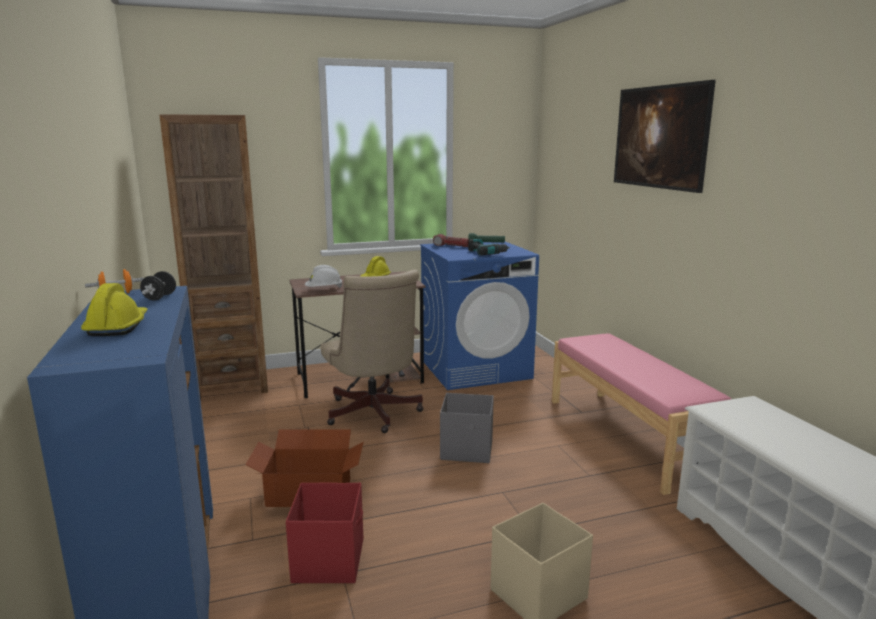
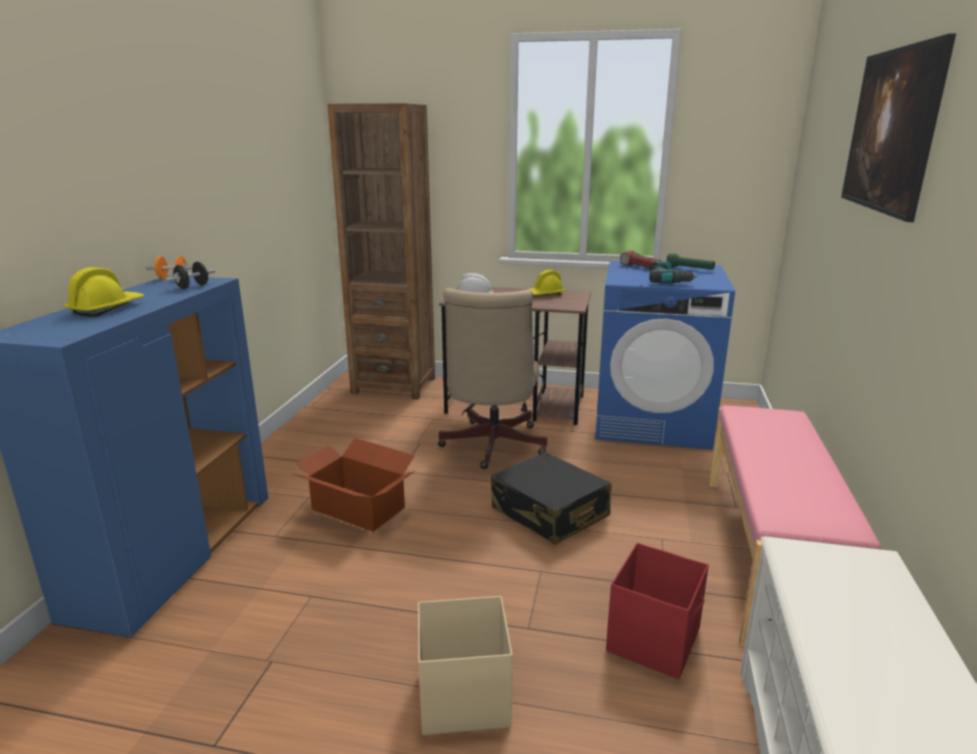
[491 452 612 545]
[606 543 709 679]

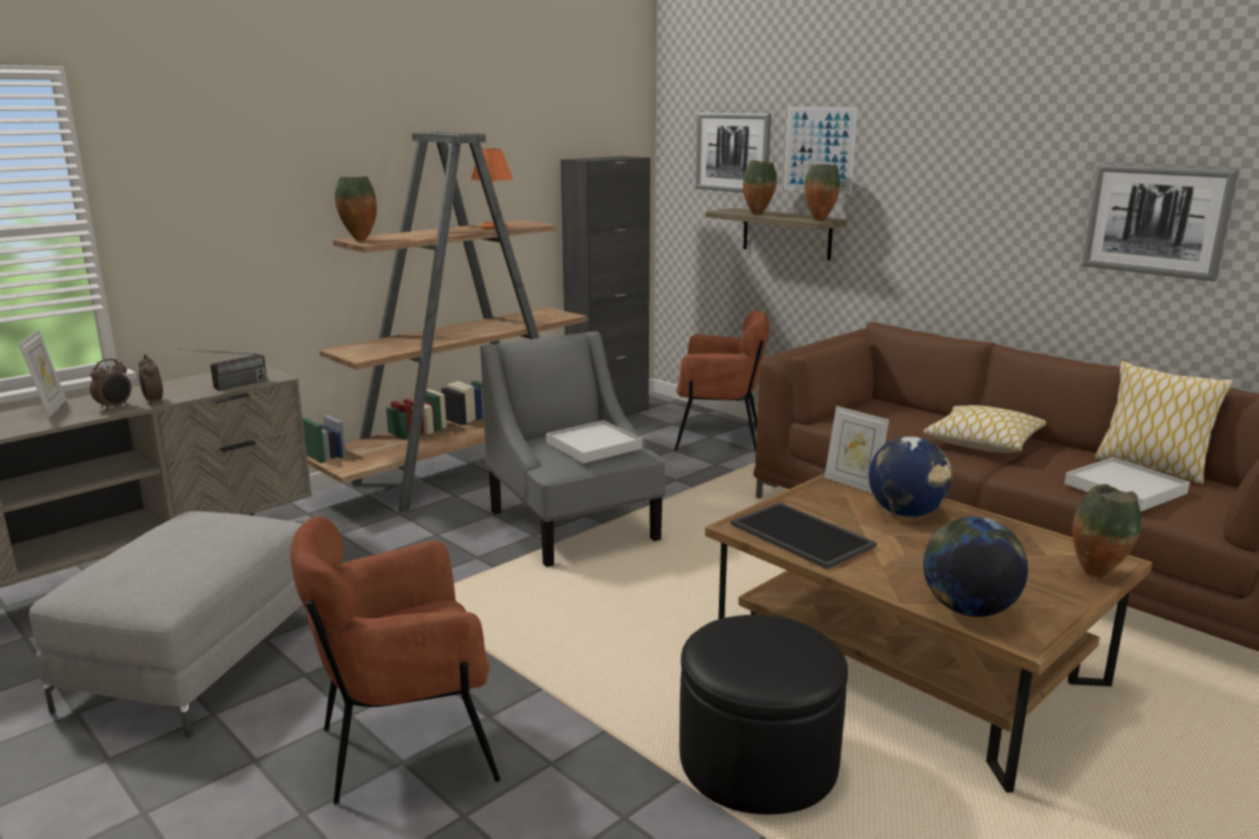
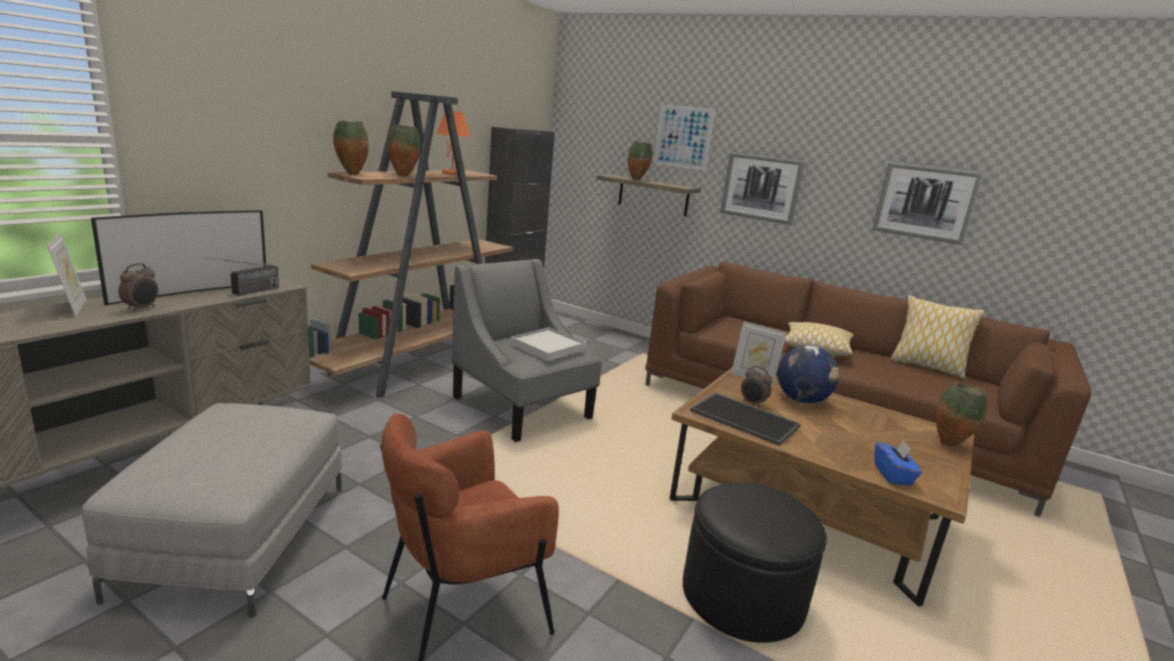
[720 152 805 225]
[387 124 421 176]
[674 310 769 451] (first image)
[741 366 773 407]
[1064 457 1190 511] (first image)
[874 440 922 486]
[91 210 266 305]

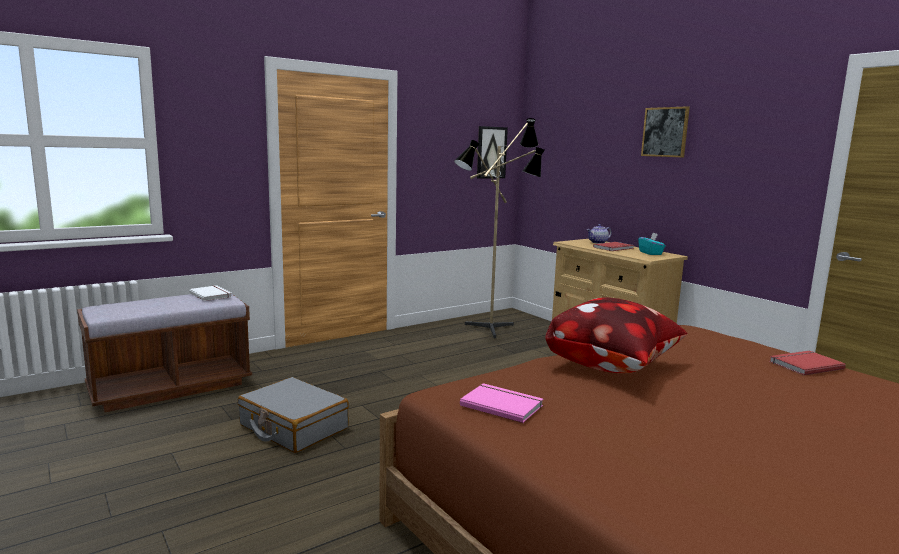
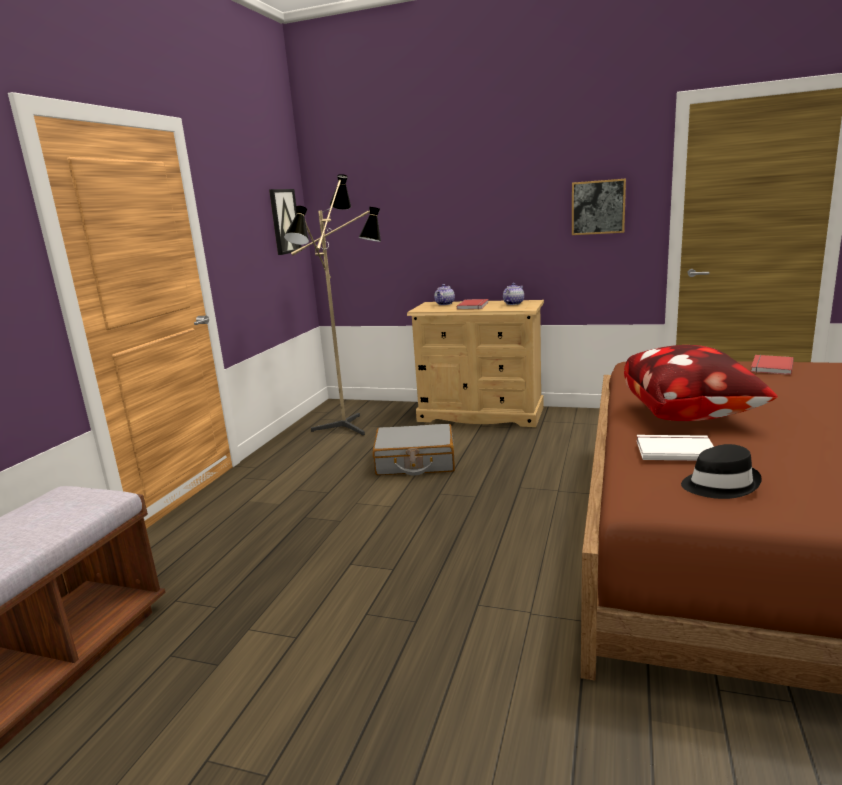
[572 179 626 235]
[503 283 524 305]
[637 435 714 461]
[373 424 455 476]
[681 444 762 499]

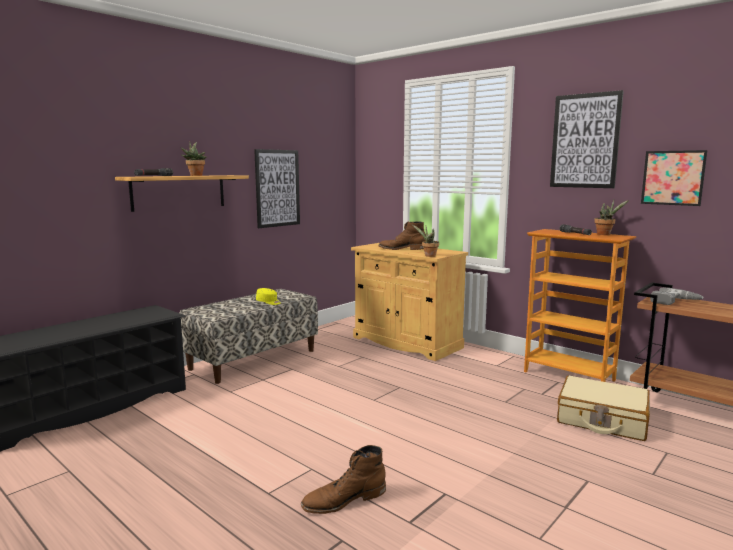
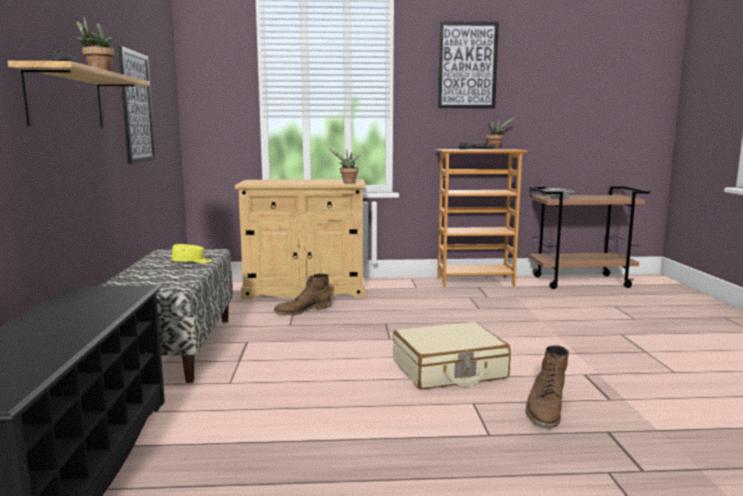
[641 150 707 206] (first image)
[274 274 332 315]
[393 322 511 389]

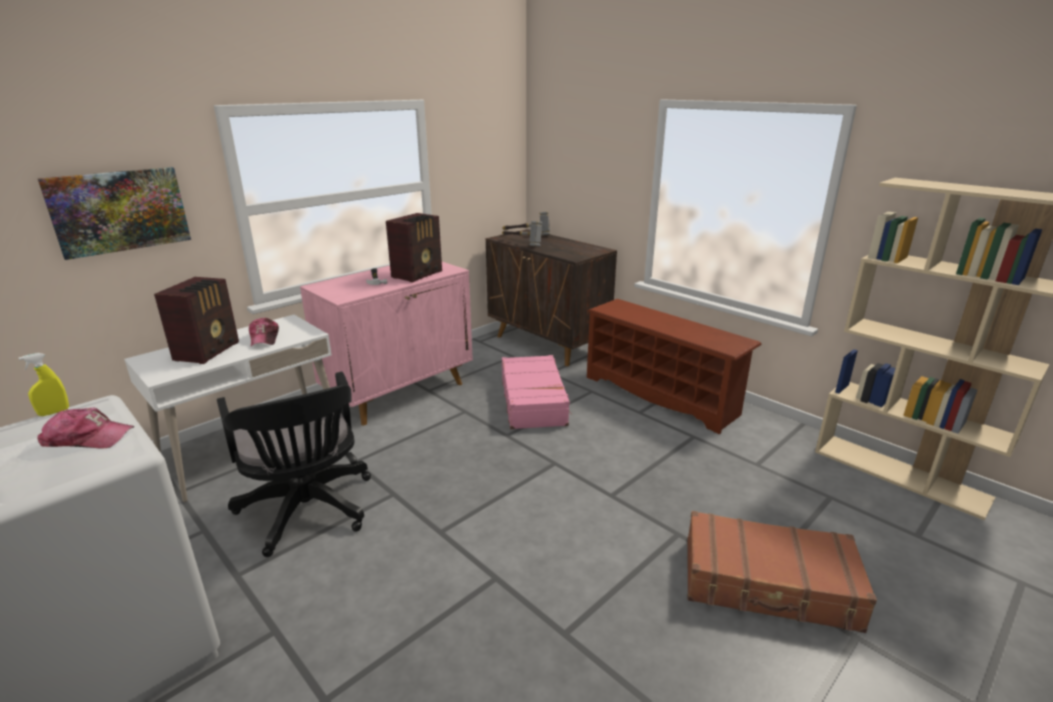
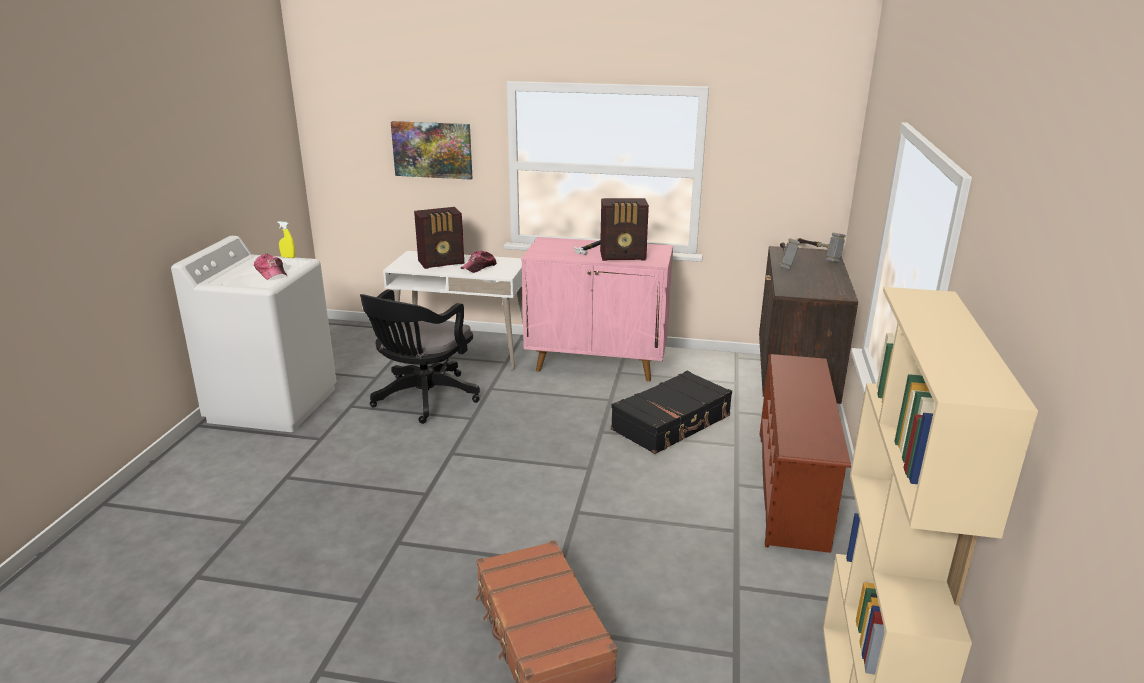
[611 371 732 454]

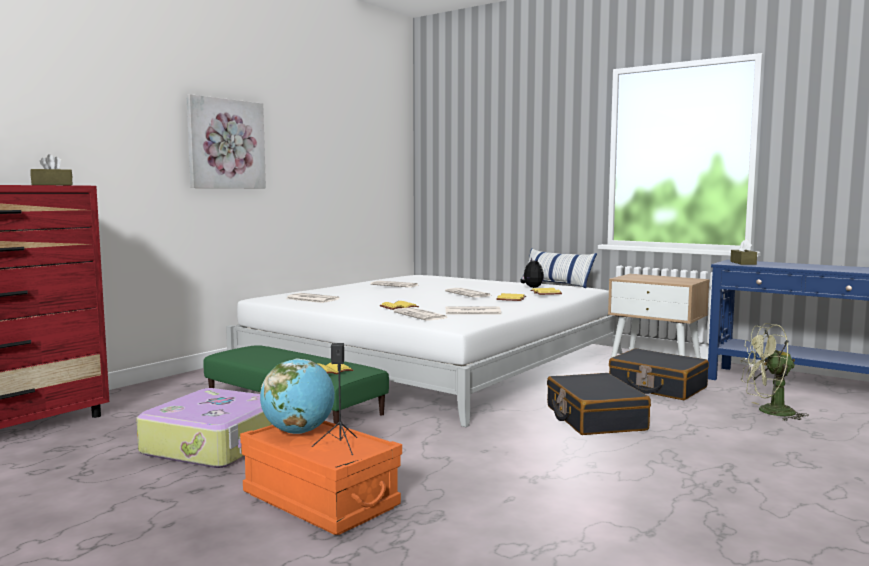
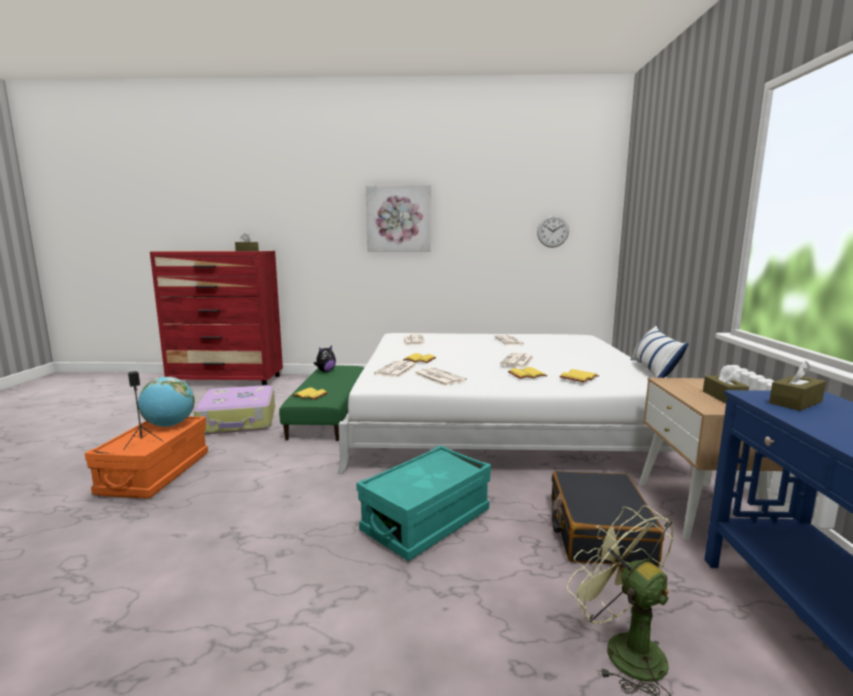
[314 345 336 372]
[357 445 491 561]
[537 215 569 248]
[703 365 749 404]

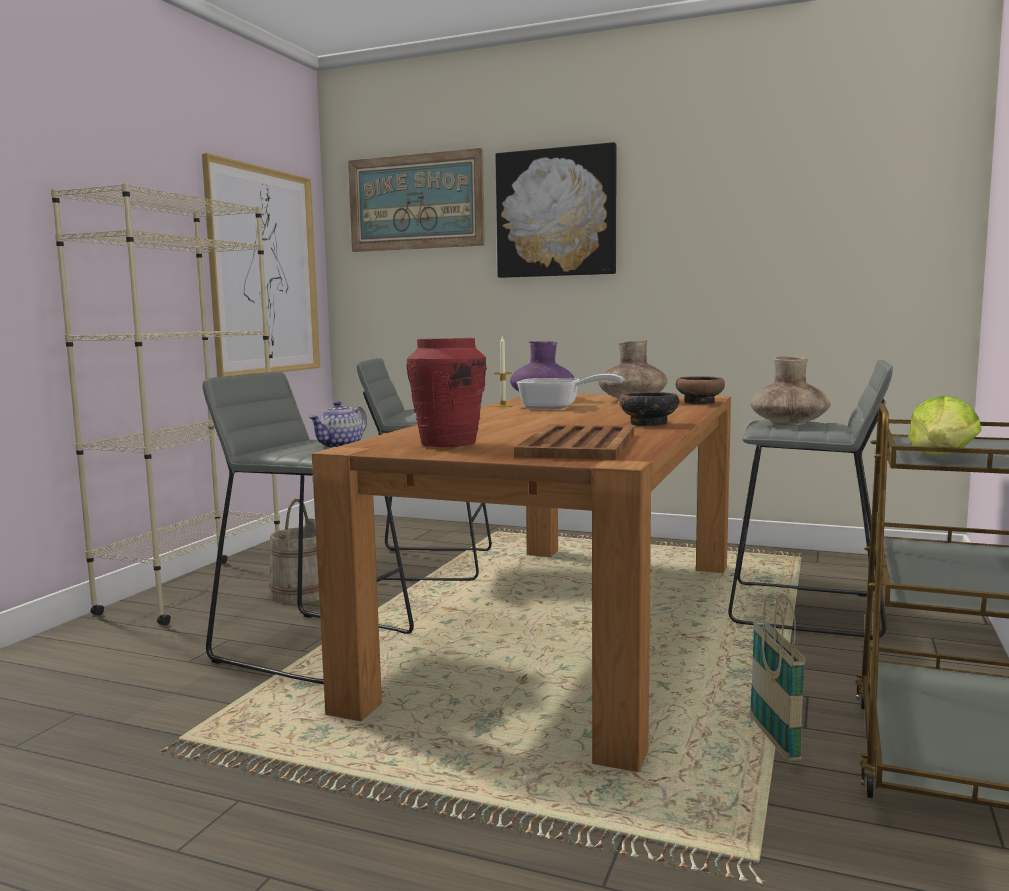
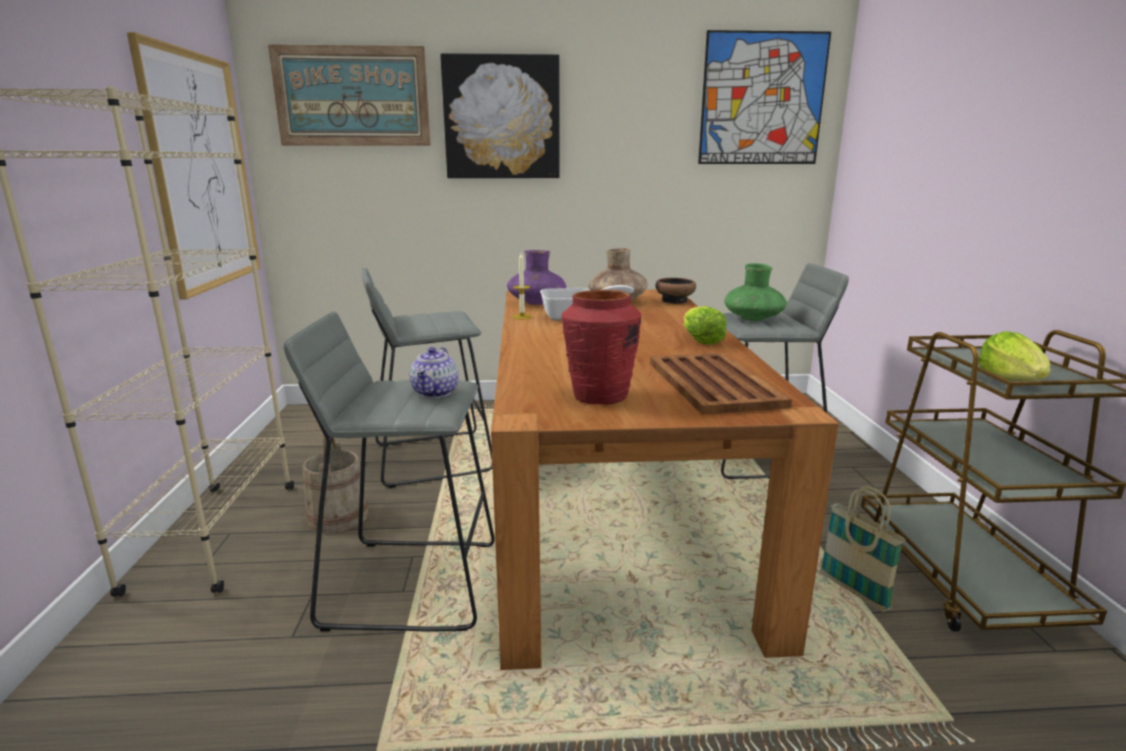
[724 263 787 321]
[684 306 726 345]
[698 30 831 164]

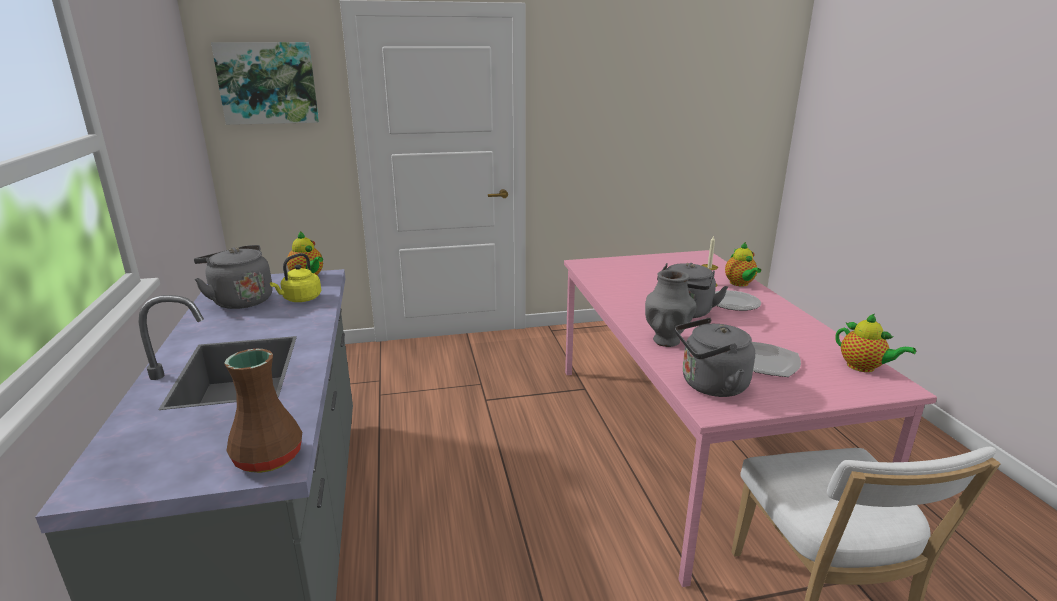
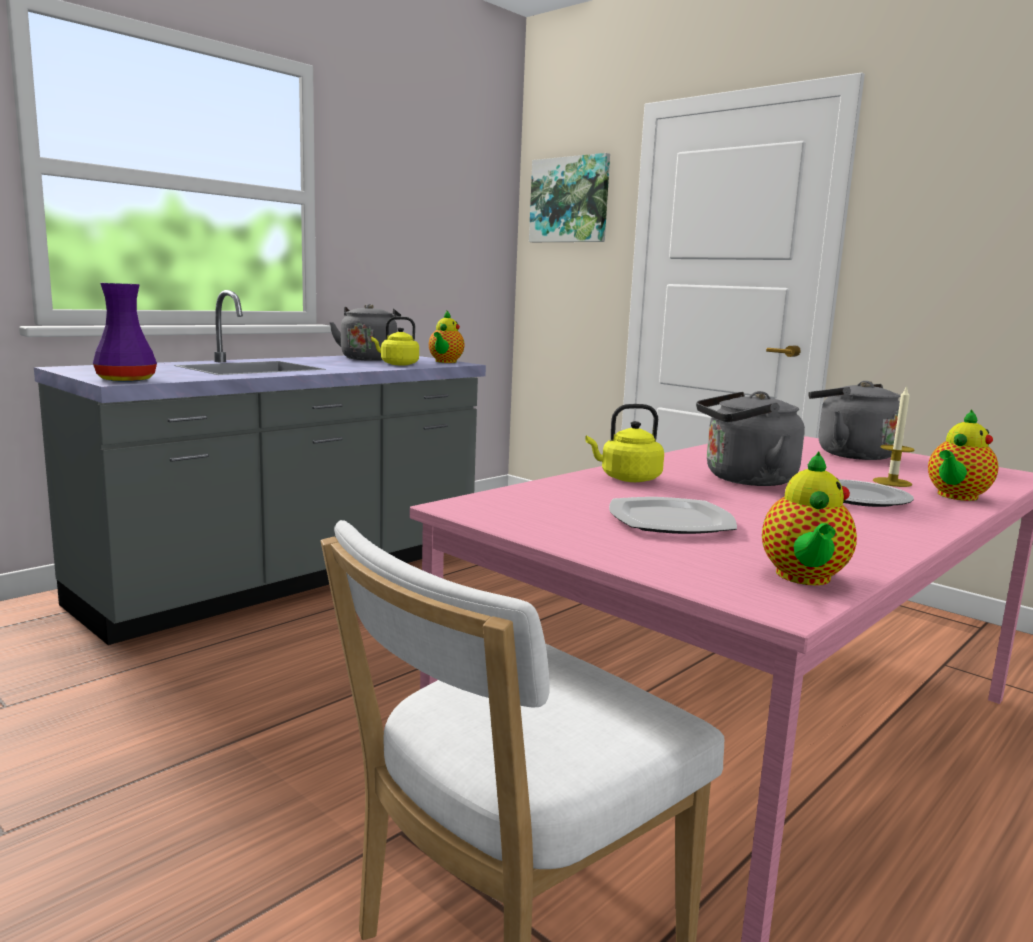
[585 404 664 482]
[808 381 900 460]
[93 283 157 382]

